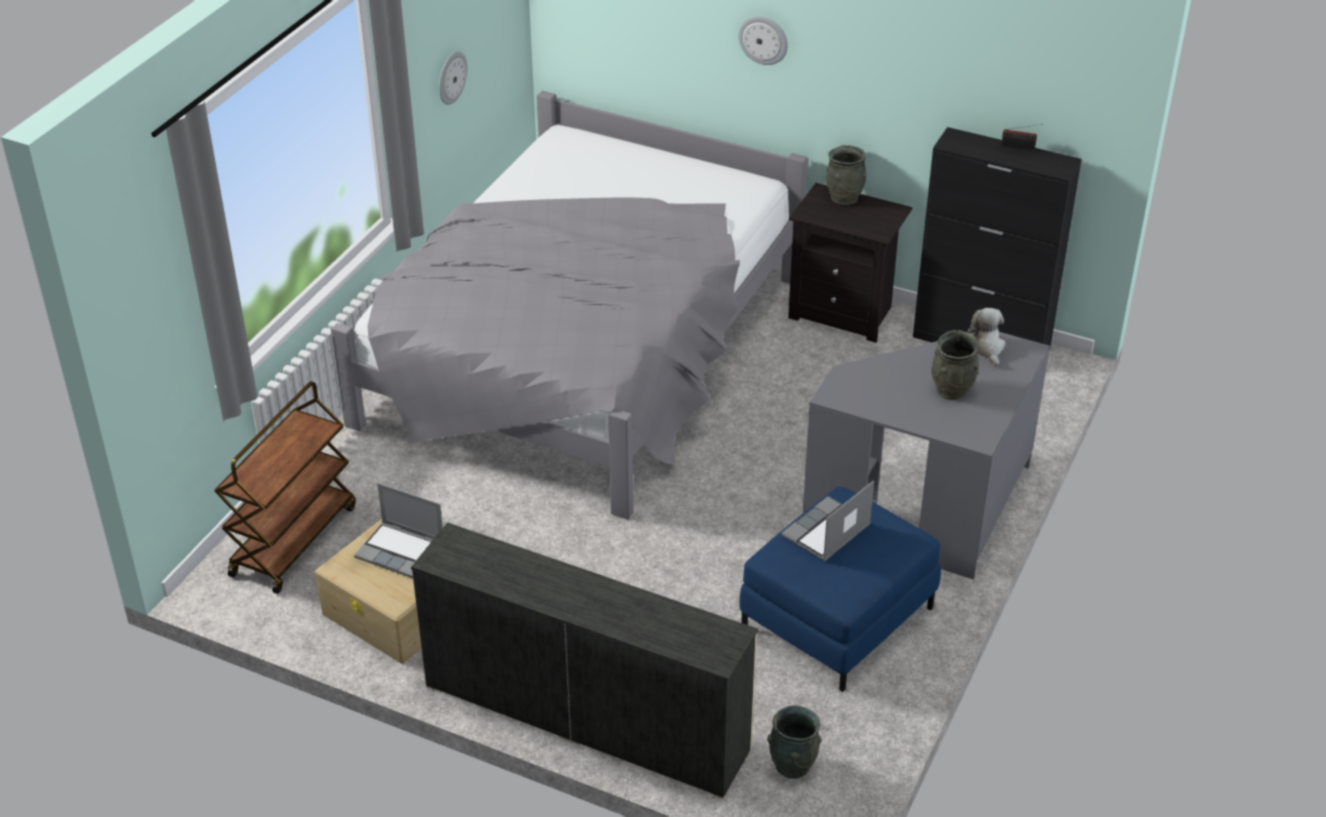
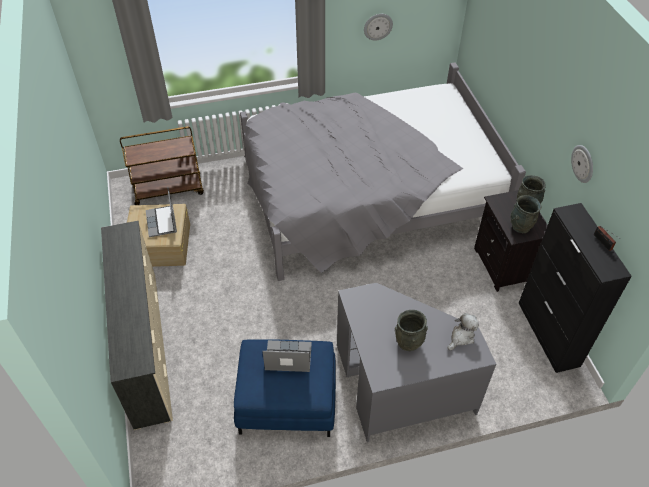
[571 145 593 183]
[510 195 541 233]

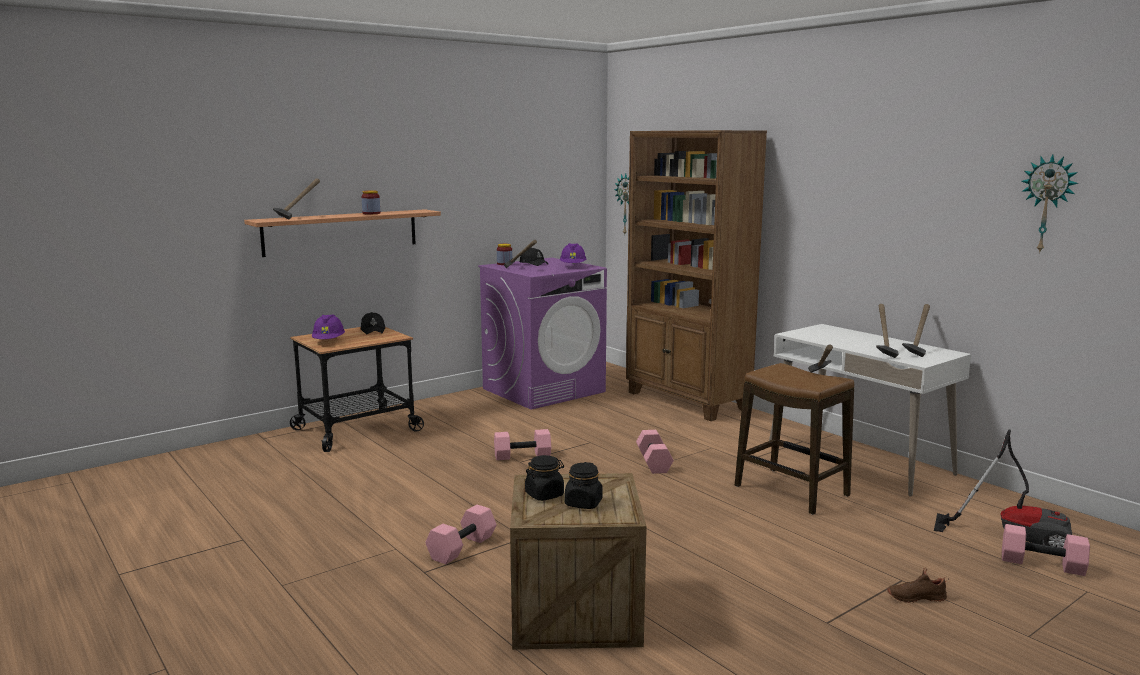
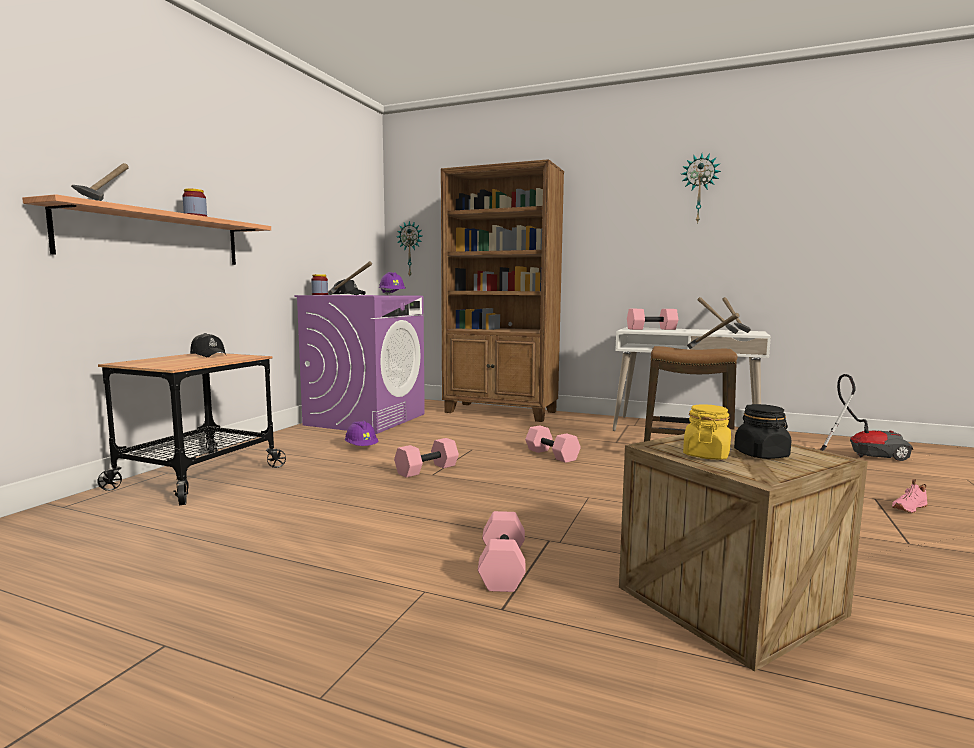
[682 154 721 224]
[345 421 378 446]
[683 404 731 460]
[627 309 678 330]
[892 479 927 513]

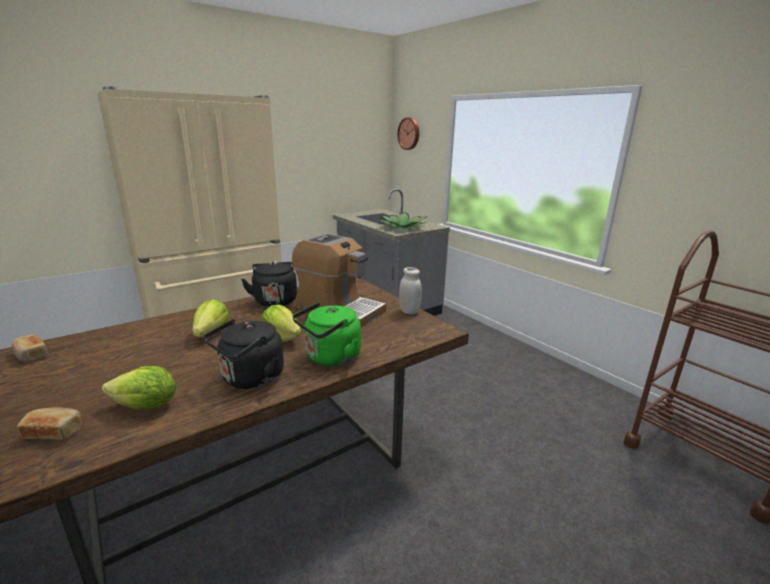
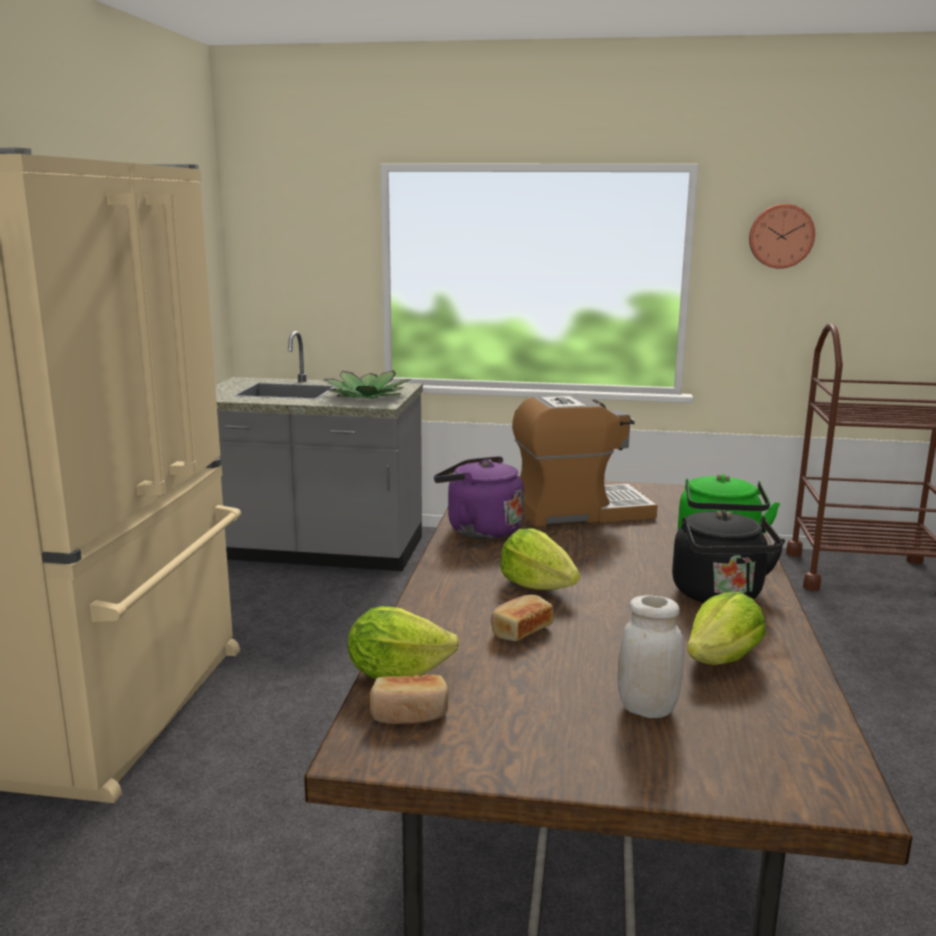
[749 204 815 269]
[434 456 524 539]
[618 595 684 718]
[348 606 459 679]
[491 595 553 641]

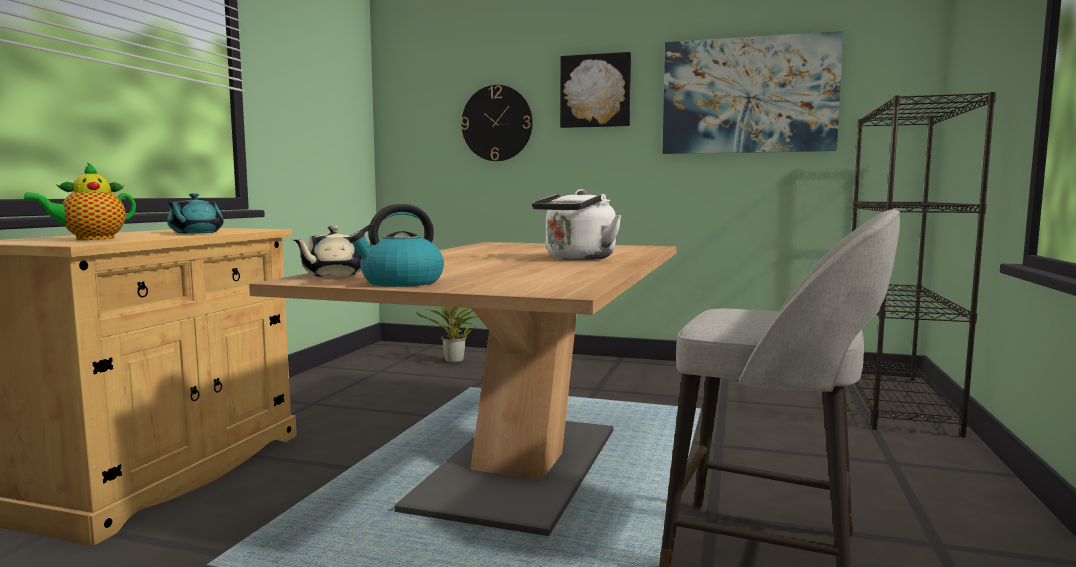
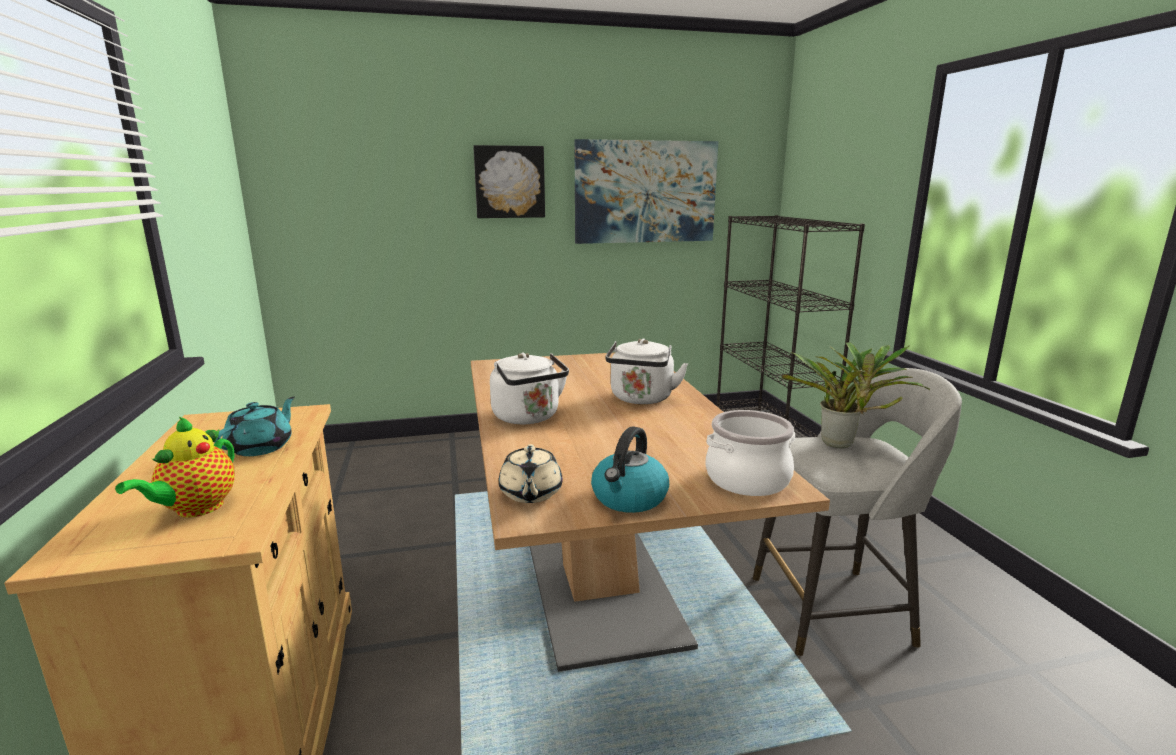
[461 85 533 161] (first image)
[214 397 295 456]
[782 342 930 448]
[490 353 569 424]
[706 410 795 496]

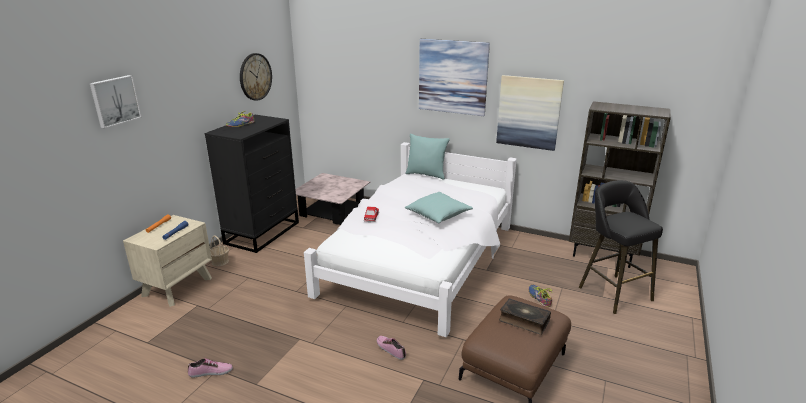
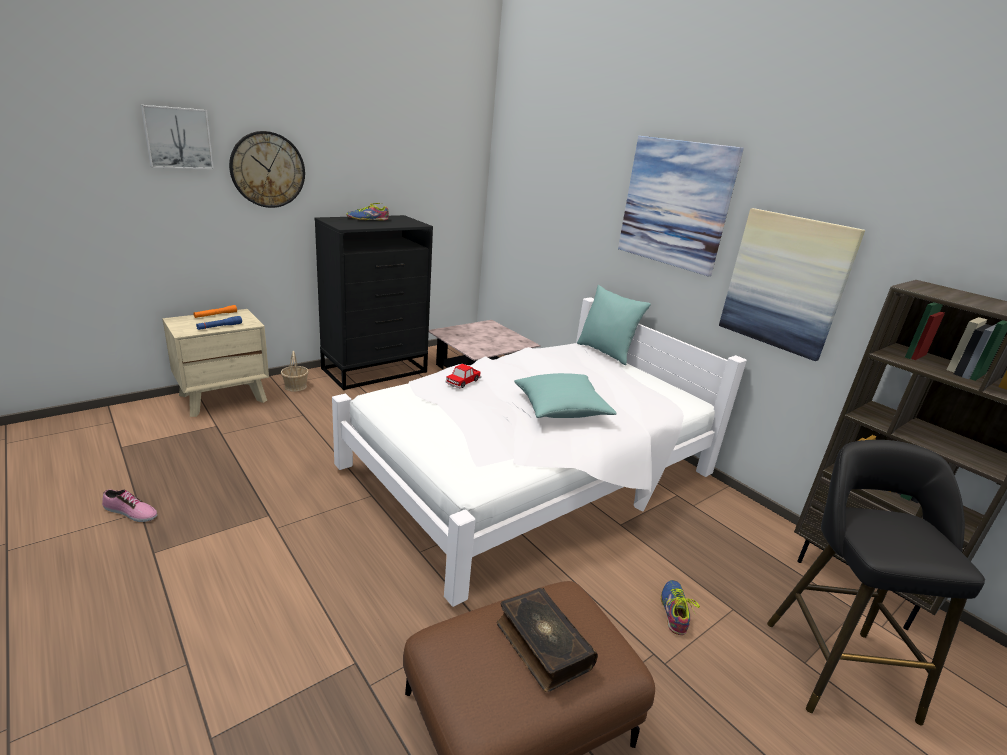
[229 131 305 208]
[377 336 406 360] (first image)

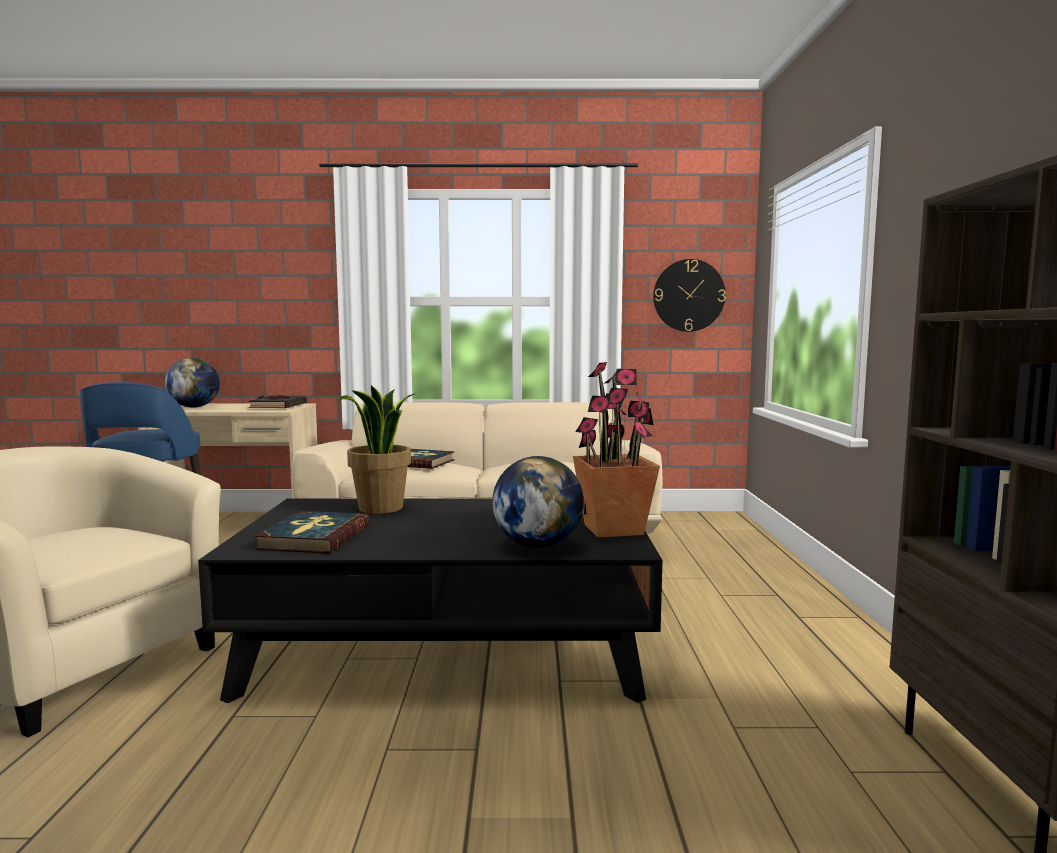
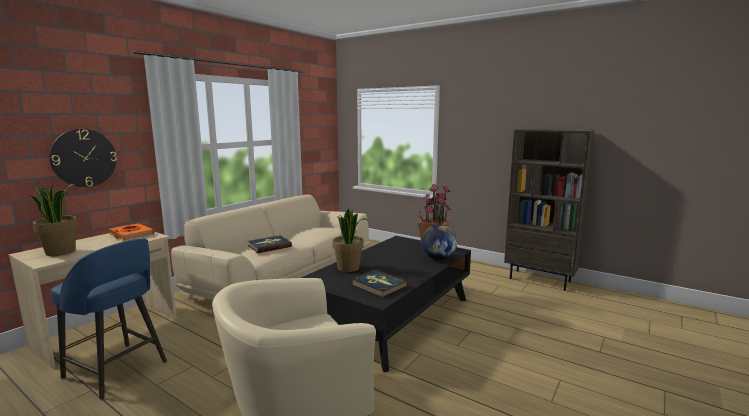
[49 129 117 187]
[31 183 78 256]
[109 223 155 241]

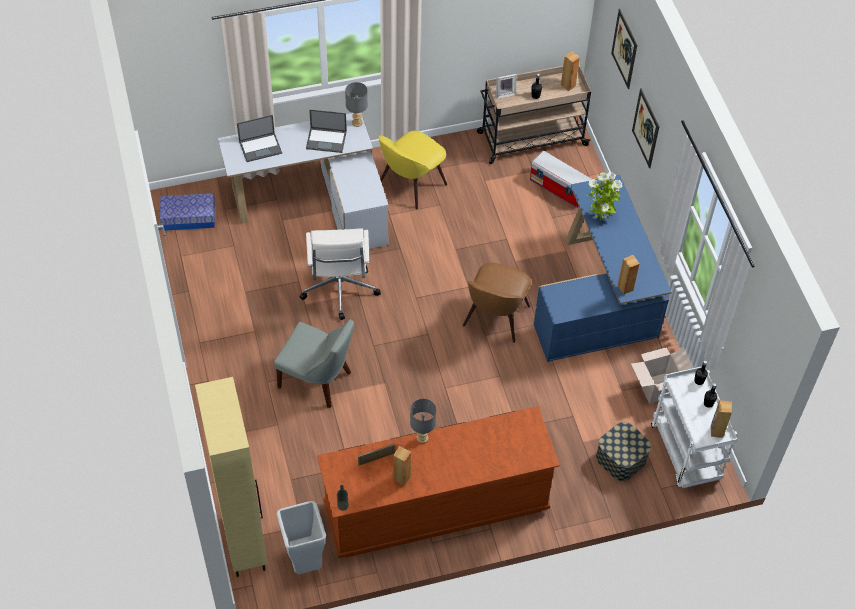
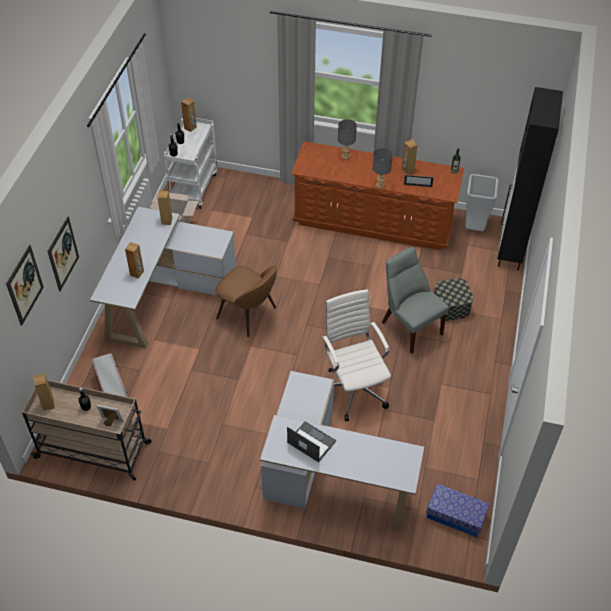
[338 119 357 159]
[237 115 282 162] (first image)
[378 131 447 210] (first image)
[125 242 144 279]
[90 207 236 348]
[322 289 391 421]
[215 265 277 337]
[497 87 563 271]
[434 278 474 321]

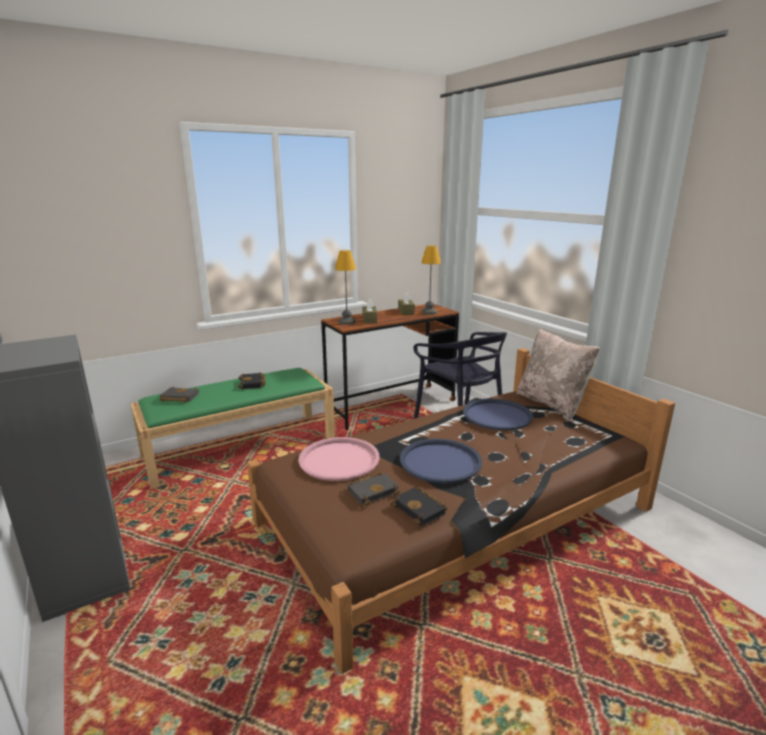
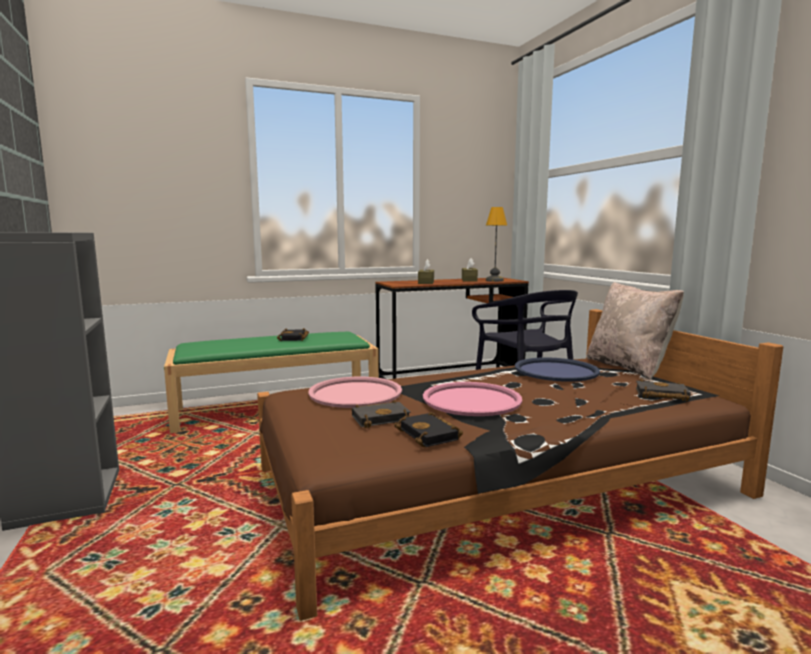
[335 250 356 325] (first image)
[636 379 691 401]
[423 382 522 416]

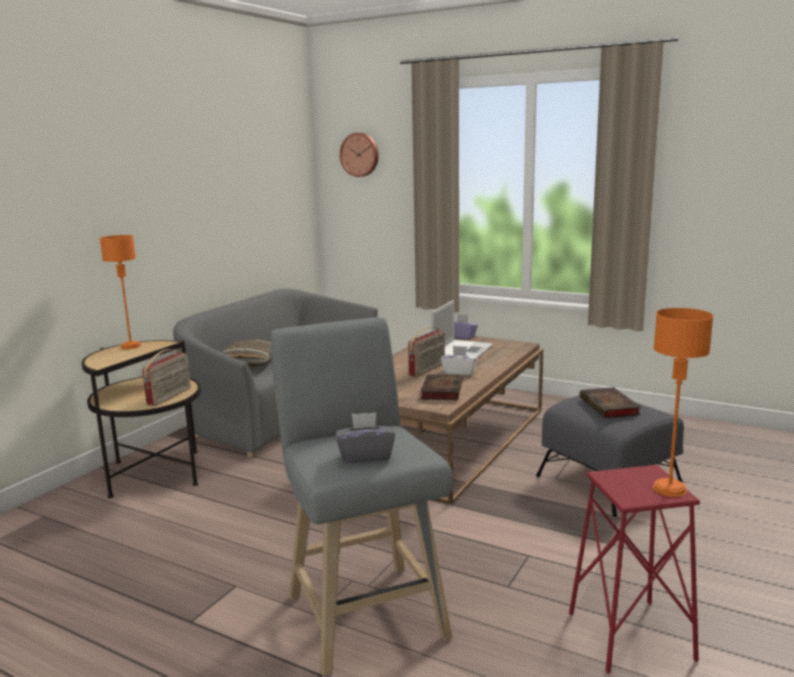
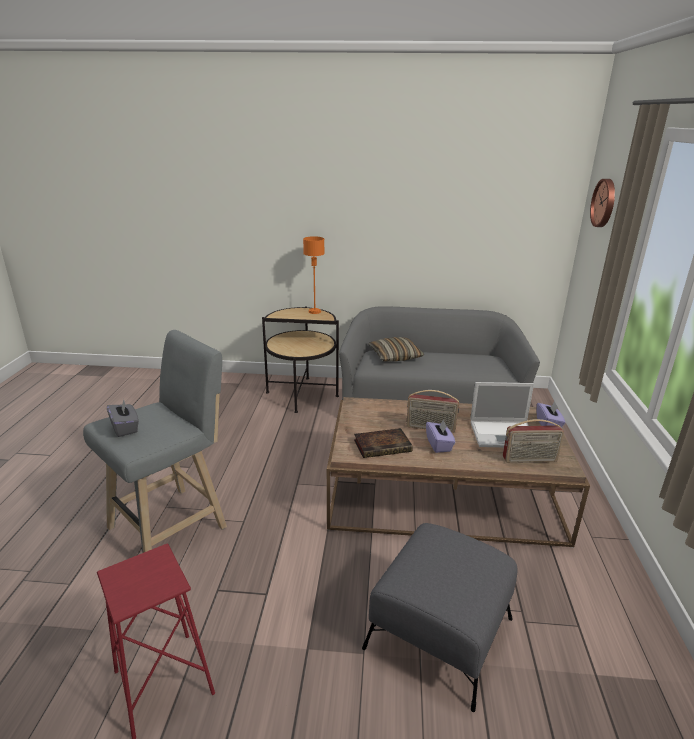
[653 308 713 497] (first image)
[426 420 456 453]
[503 419 564 463]
[580 387 641 418] (first image)

